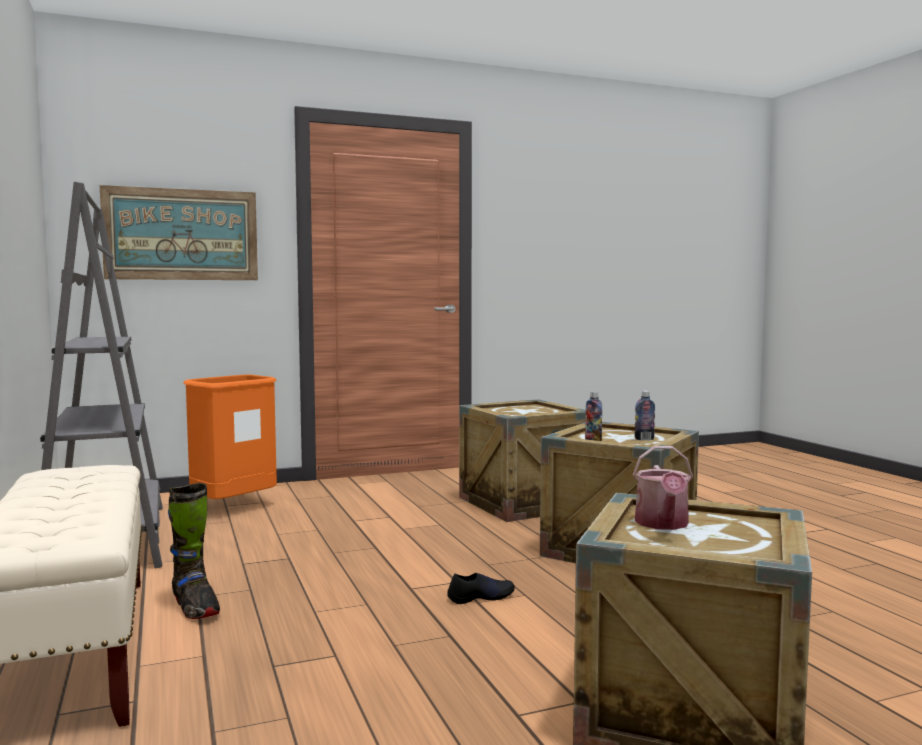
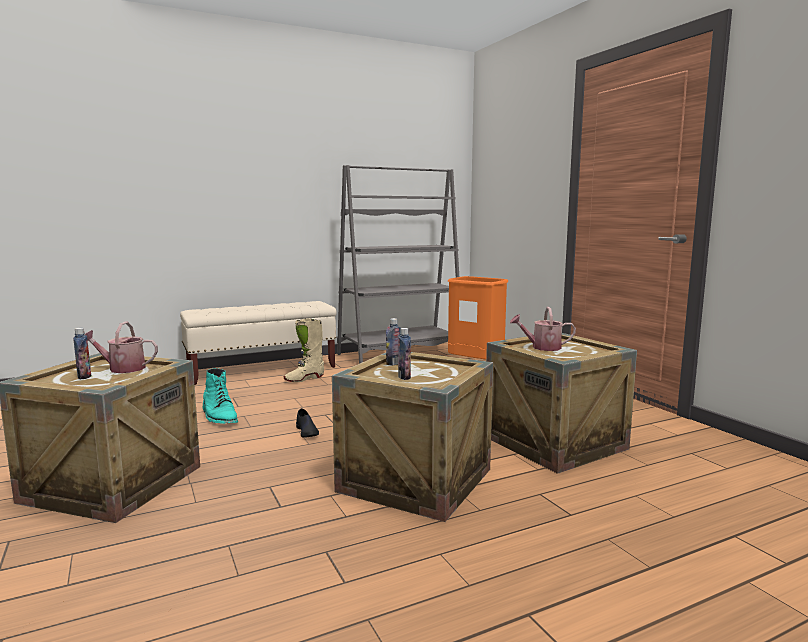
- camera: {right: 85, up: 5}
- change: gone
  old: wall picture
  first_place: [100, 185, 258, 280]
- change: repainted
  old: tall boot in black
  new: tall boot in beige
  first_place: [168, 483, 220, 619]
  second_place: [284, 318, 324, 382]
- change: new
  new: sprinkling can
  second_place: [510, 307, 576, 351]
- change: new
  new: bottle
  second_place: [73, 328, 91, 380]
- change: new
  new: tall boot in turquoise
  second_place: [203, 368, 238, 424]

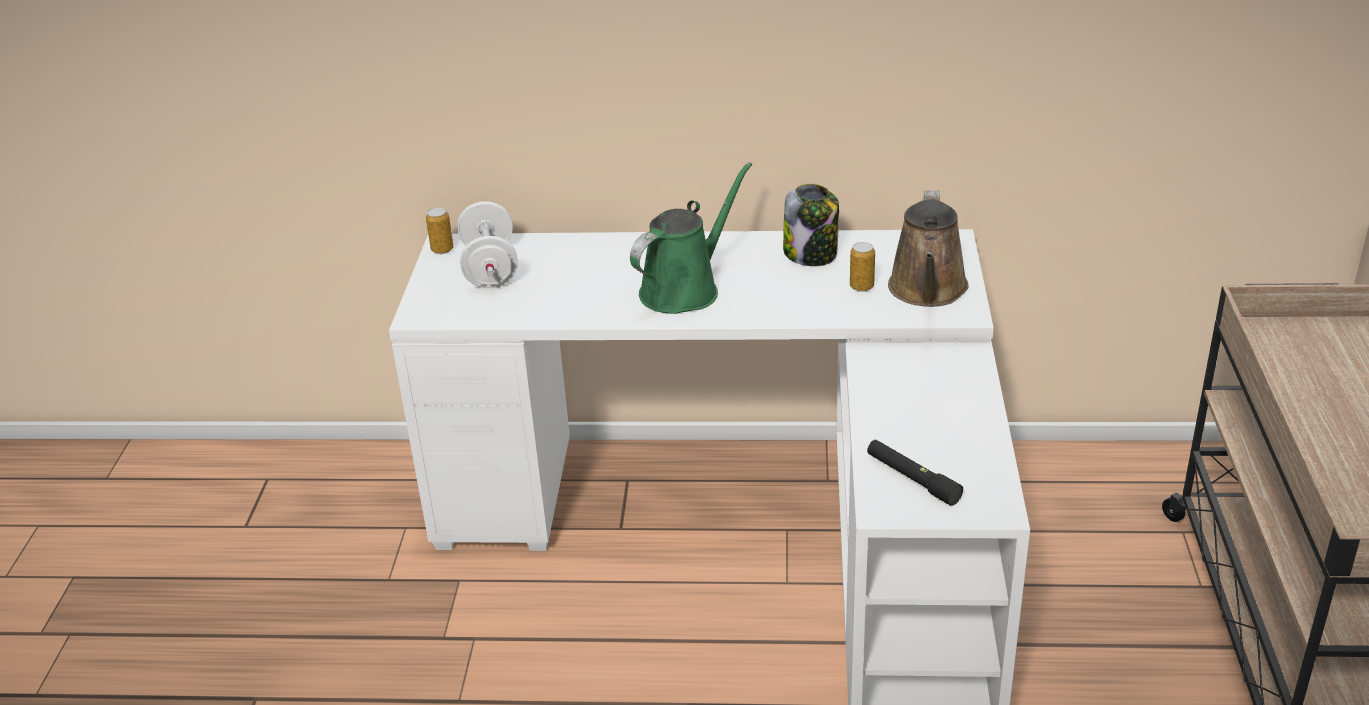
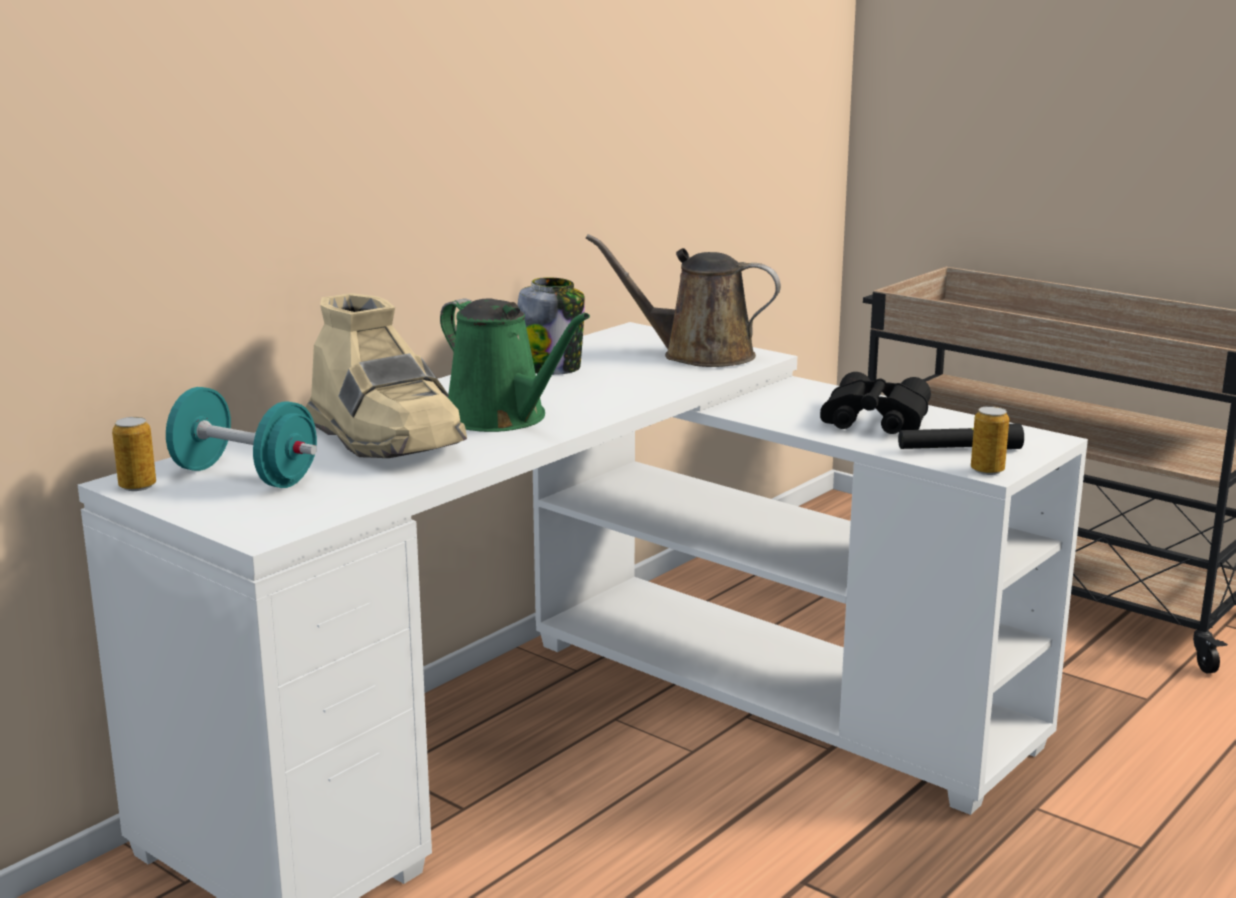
- camera: {right: -55, up: -15}
- change: rotated
  old: sprinkling can in green-coloured
  first_place: [630, 162, 752, 314]
  second_place: [440, 298, 590, 432]
  degrees: 150
- change: rotated
  old: sprinkling can in brownish
  first_place: [888, 190, 969, 307]
  second_place: [586, 234, 781, 367]
  degrees: 150
- change: repainted
  old: free weight in white-coloured
  new: free weight in turquoise
  first_place: [457, 201, 518, 288]
  second_place: [166, 387, 317, 488]
- change: shifted
  old: metal can
  first_place: [850, 242, 875, 292]
  second_place: [971, 406, 1009, 475]
- change: new
  new: tall boot in beige
  second_place: [306, 293, 467, 458]
- change: new
  new: pair of binoculars in black
  second_place: [820, 372, 931, 434]

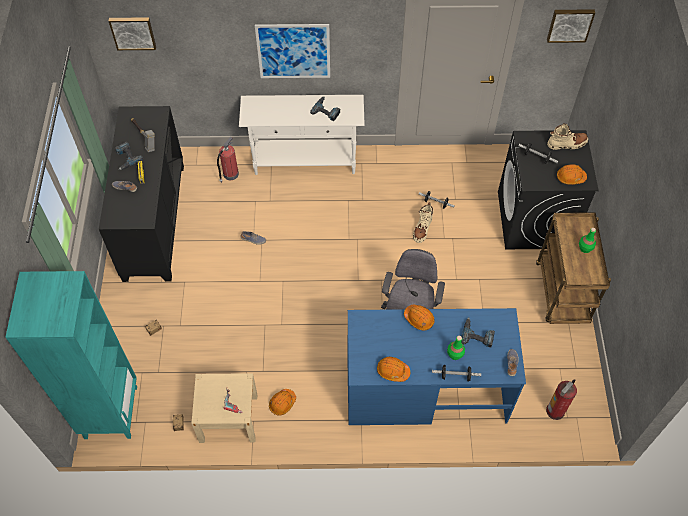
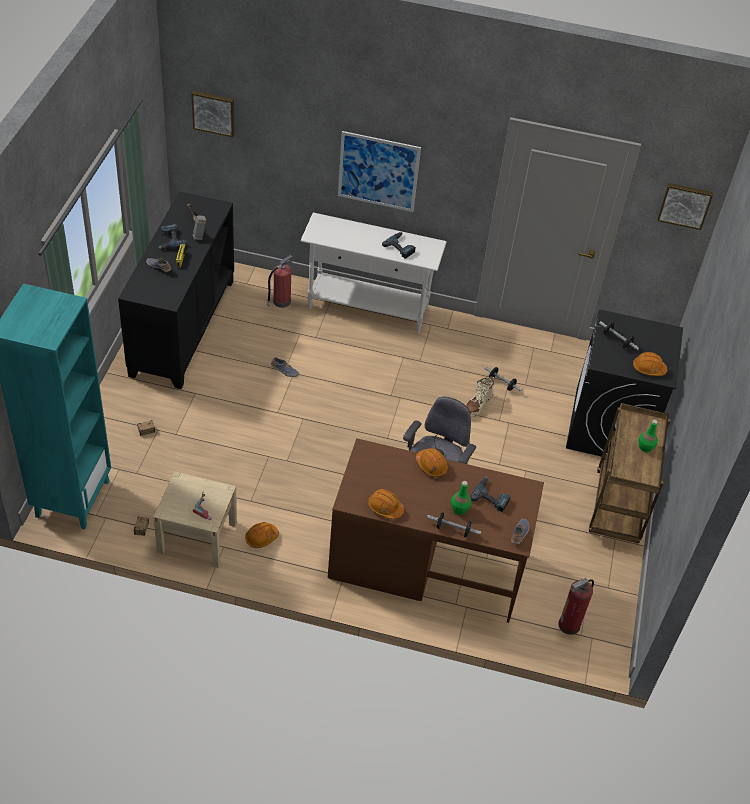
- camera: {right: 10, up: -10}
- change: gone
  old: tall boot in beige
  first_place: [547, 123, 588, 150]
- change: repainted
  old: desk in bluish
  new: desk in brownish
  first_place: [347, 308, 526, 425]
  second_place: [328, 438, 544, 623]

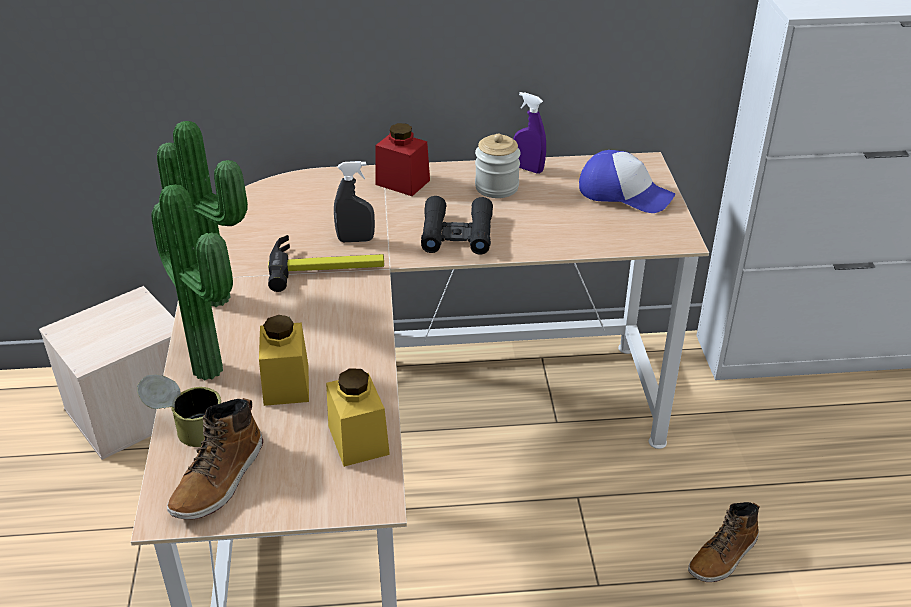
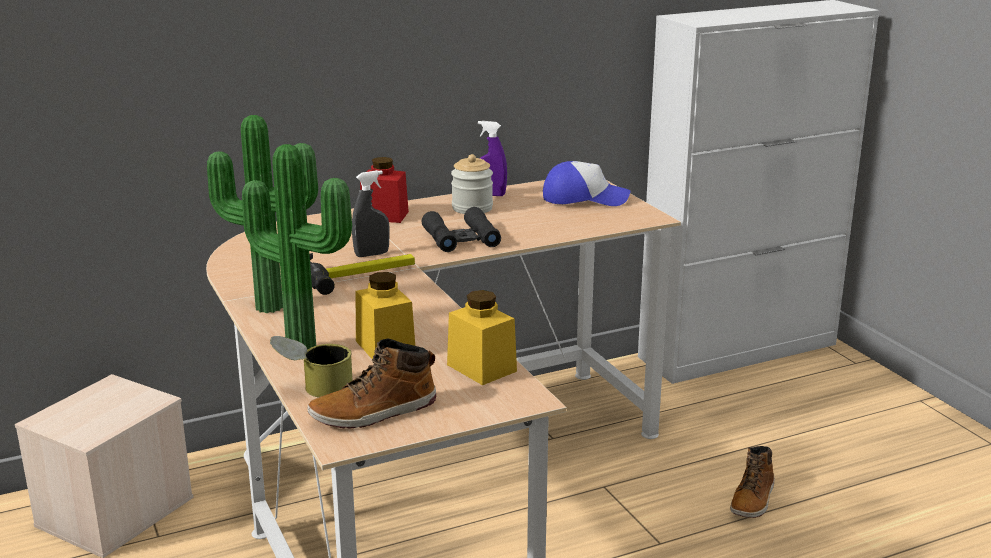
- camera: {right: -20, up: -15}
- change: rotated
  old: tall boot
  first_place: [167, 398, 263, 520]
  second_place: [307, 338, 436, 429]
  degrees: 60

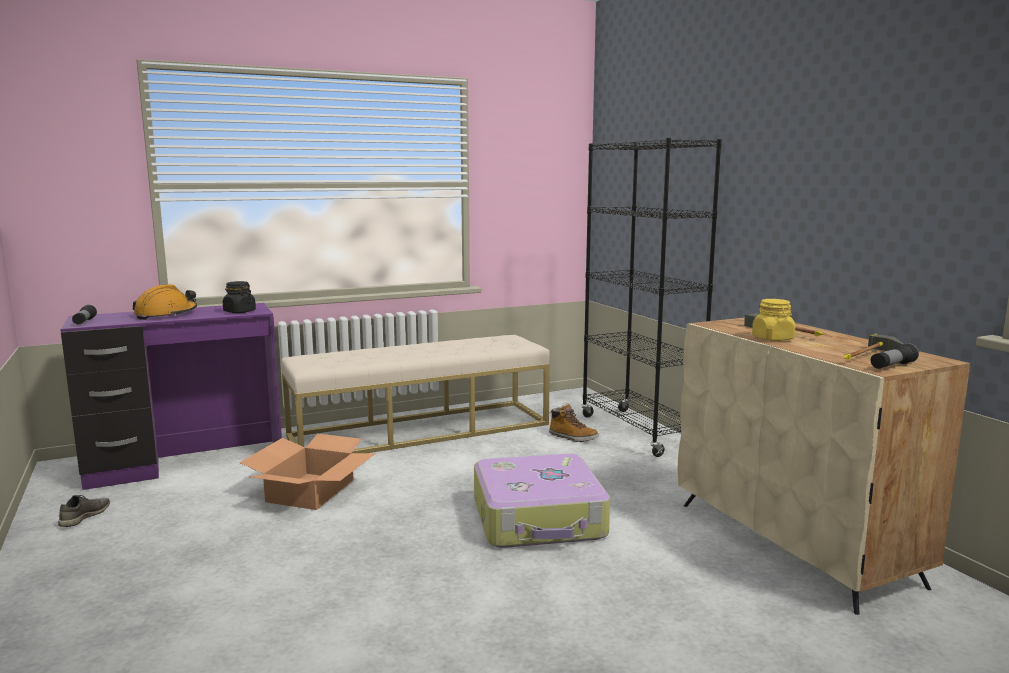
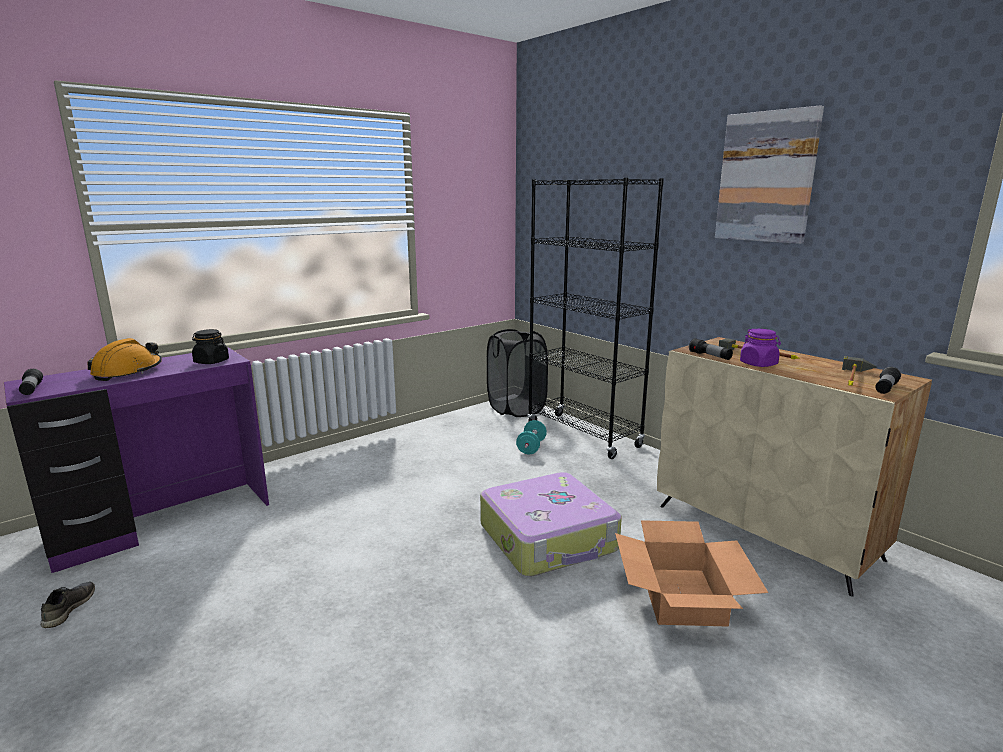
- camera: {right: -15, up: 5}
- change: repainted
  old: storage jar in yellow-coloured
  new: storage jar in purple
  first_place: [752, 299, 795, 341]
  second_place: [740, 329, 781, 367]
- change: gone
  old: indoor bench in beige
  first_place: [281, 335, 550, 453]
- change: swapped
  old: tall boot
  new: free weight in turquoise
  first_place: [549, 403, 599, 442]
  second_place: [516, 420, 547, 454]
- change: shifted
  old: cardboard box
  first_place: [239, 434, 376, 510]
  second_place: [615, 520, 769, 626]
- change: new
  new: wall picture
  second_place: [715, 105, 824, 244]
- change: new
  new: hamper in black
  second_place: [487, 329, 548, 417]
- change: new
  new: flashlight
  second_place: [689, 338, 733, 360]

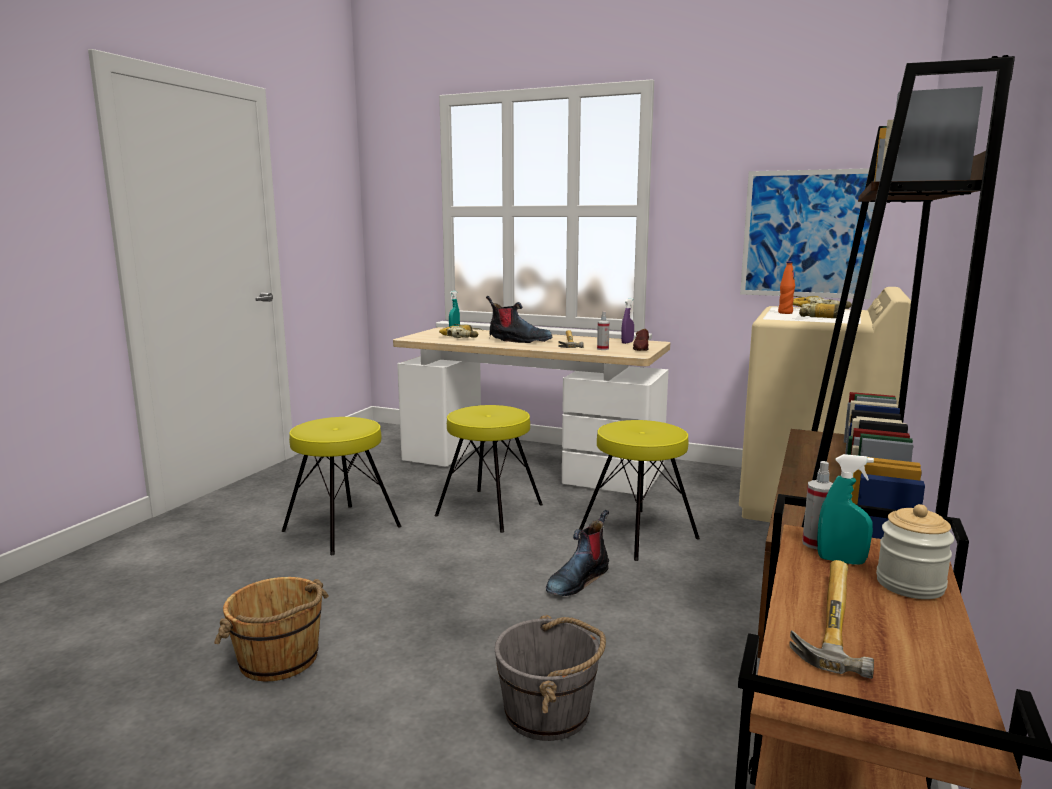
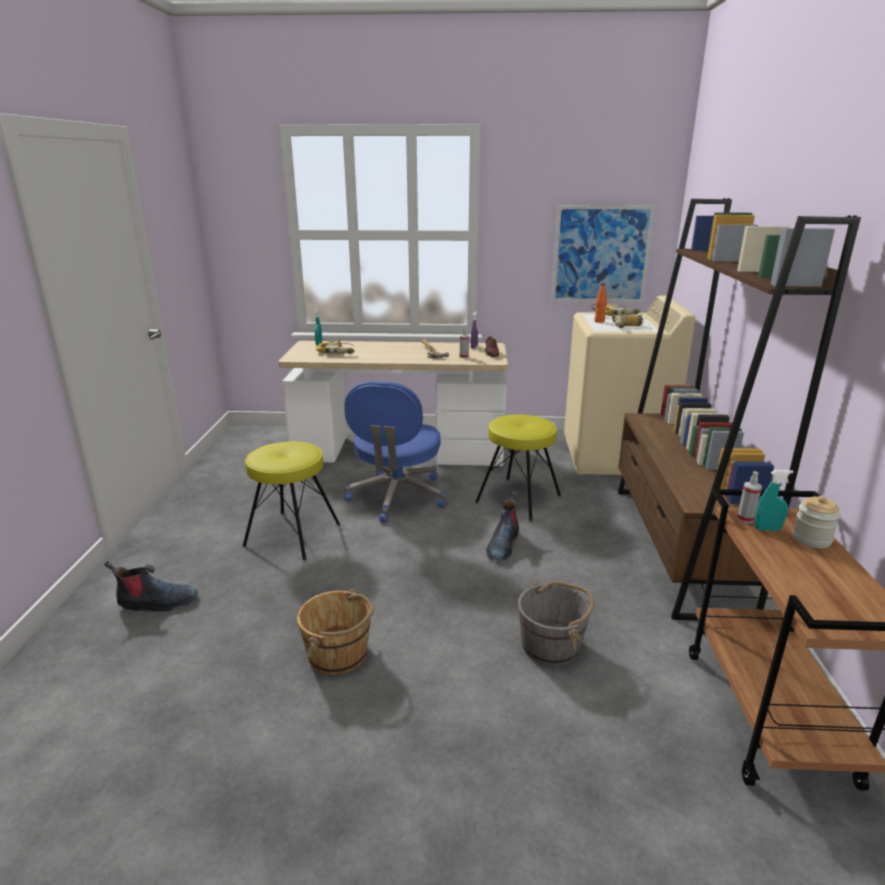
- camera: {right: -20, up: 10}
- change: shifted
  old: tall boot
  first_place: [486, 296, 552, 343]
  second_place: [104, 561, 198, 612]
- change: swapped
  old: stool seat in yellow-coloured
  new: office chair in bluish
  first_place: [435, 405, 543, 533]
  second_place: [344, 381, 447, 523]
- change: gone
  old: hammer
  first_place: [789, 560, 874, 679]

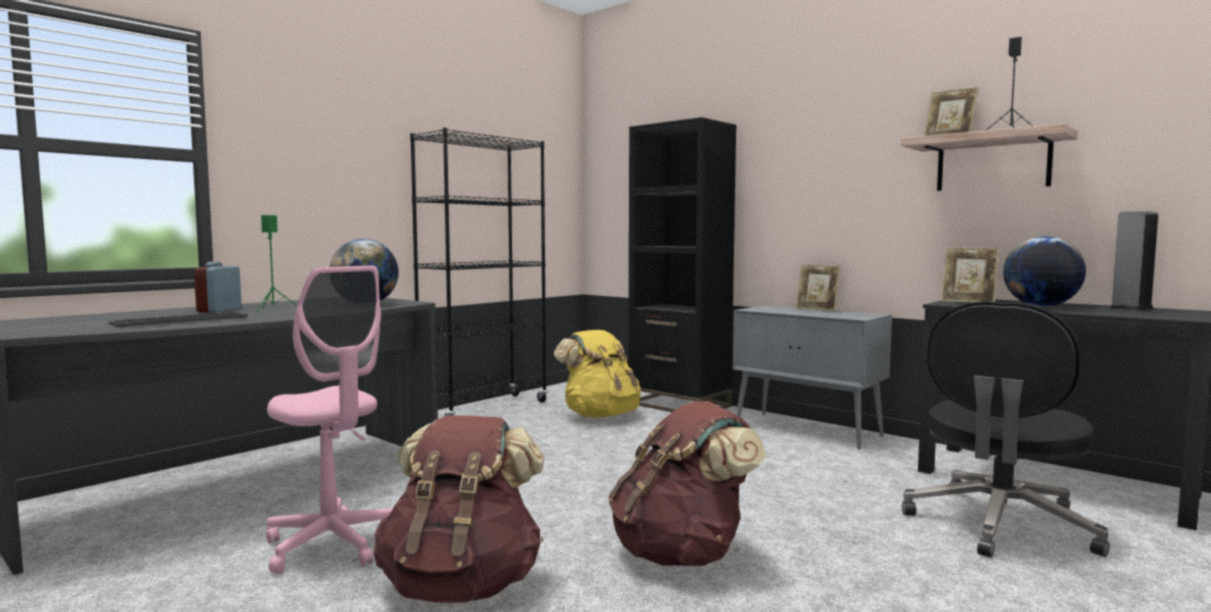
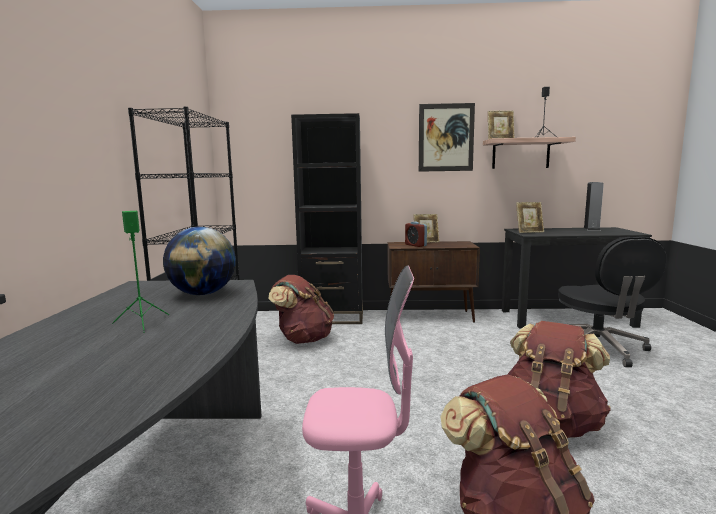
- camera: {right: -40, up: 5}
- change: gone
  old: globe
  first_place: [1003, 236, 1086, 307]
- change: shifted
  old: bedside clock
  first_place: [194, 262, 241, 313]
  second_place: [405, 222, 427, 247]
- change: repainted
  old: storage cabinet in gray
  new: storage cabinet in brownish
  first_place: [733, 305, 892, 450]
  second_place: [388, 241, 480, 323]
- change: gone
  old: computer keyboard
  first_place: [108, 312, 248, 328]
- change: repainted
  old: knapsack in yellow-coloured
  new: knapsack in brownish
  first_place: [554, 330, 641, 418]
  second_place: [268, 275, 334, 344]
- change: new
  new: wall picture
  second_place: [419, 103, 475, 172]

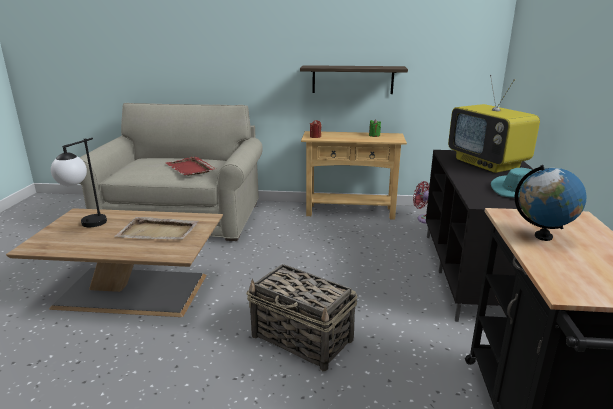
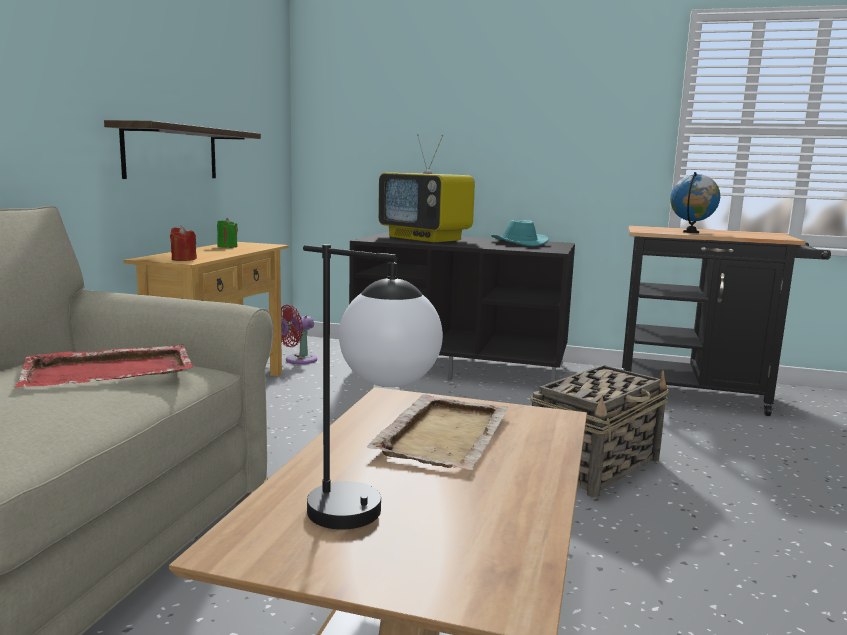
- camera: {right: -80, up: -10}
- change: rotated
  old: TV
  first_place: [448, 75, 540, 173]
  second_place: [378, 134, 475, 242]
  degrees: 60

